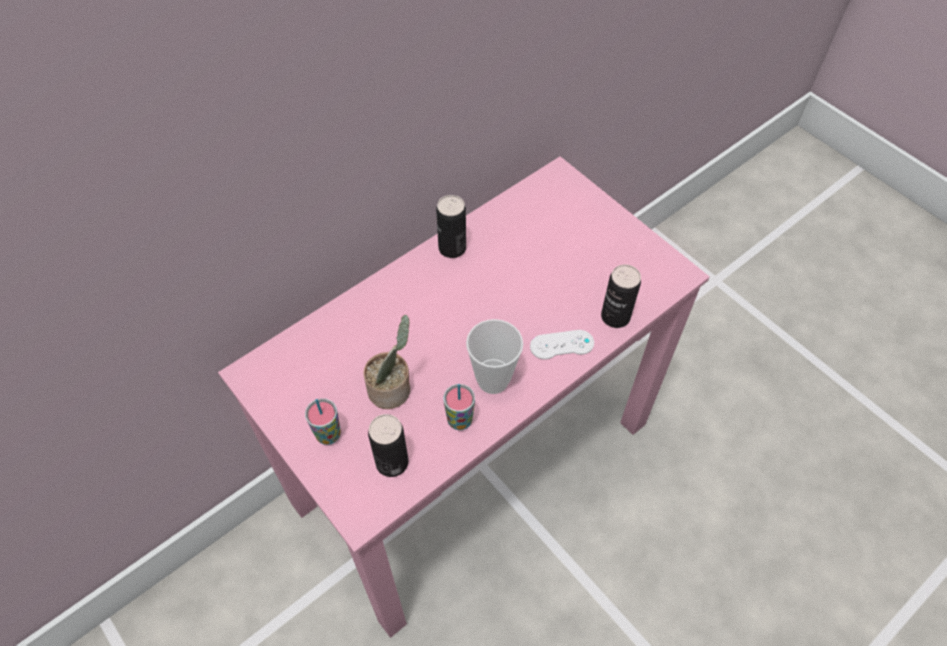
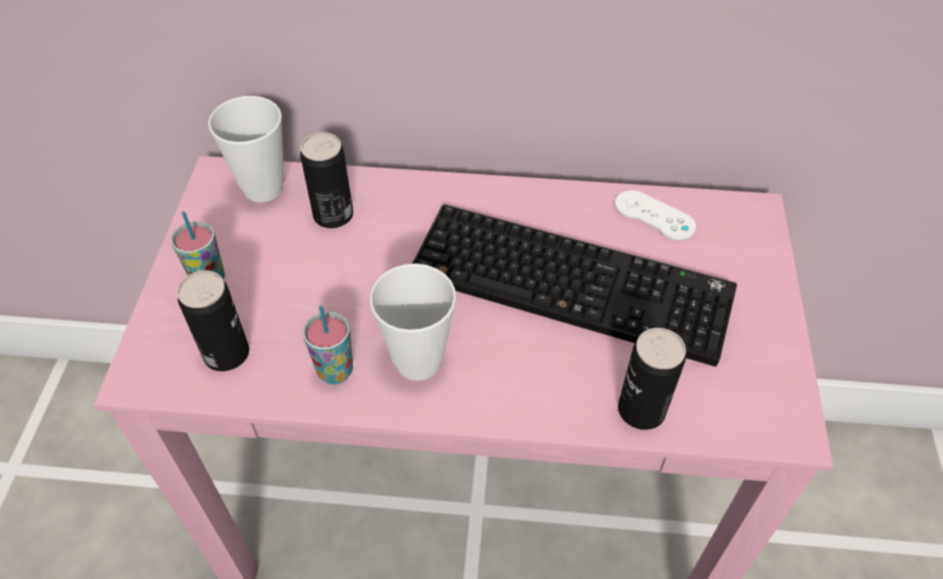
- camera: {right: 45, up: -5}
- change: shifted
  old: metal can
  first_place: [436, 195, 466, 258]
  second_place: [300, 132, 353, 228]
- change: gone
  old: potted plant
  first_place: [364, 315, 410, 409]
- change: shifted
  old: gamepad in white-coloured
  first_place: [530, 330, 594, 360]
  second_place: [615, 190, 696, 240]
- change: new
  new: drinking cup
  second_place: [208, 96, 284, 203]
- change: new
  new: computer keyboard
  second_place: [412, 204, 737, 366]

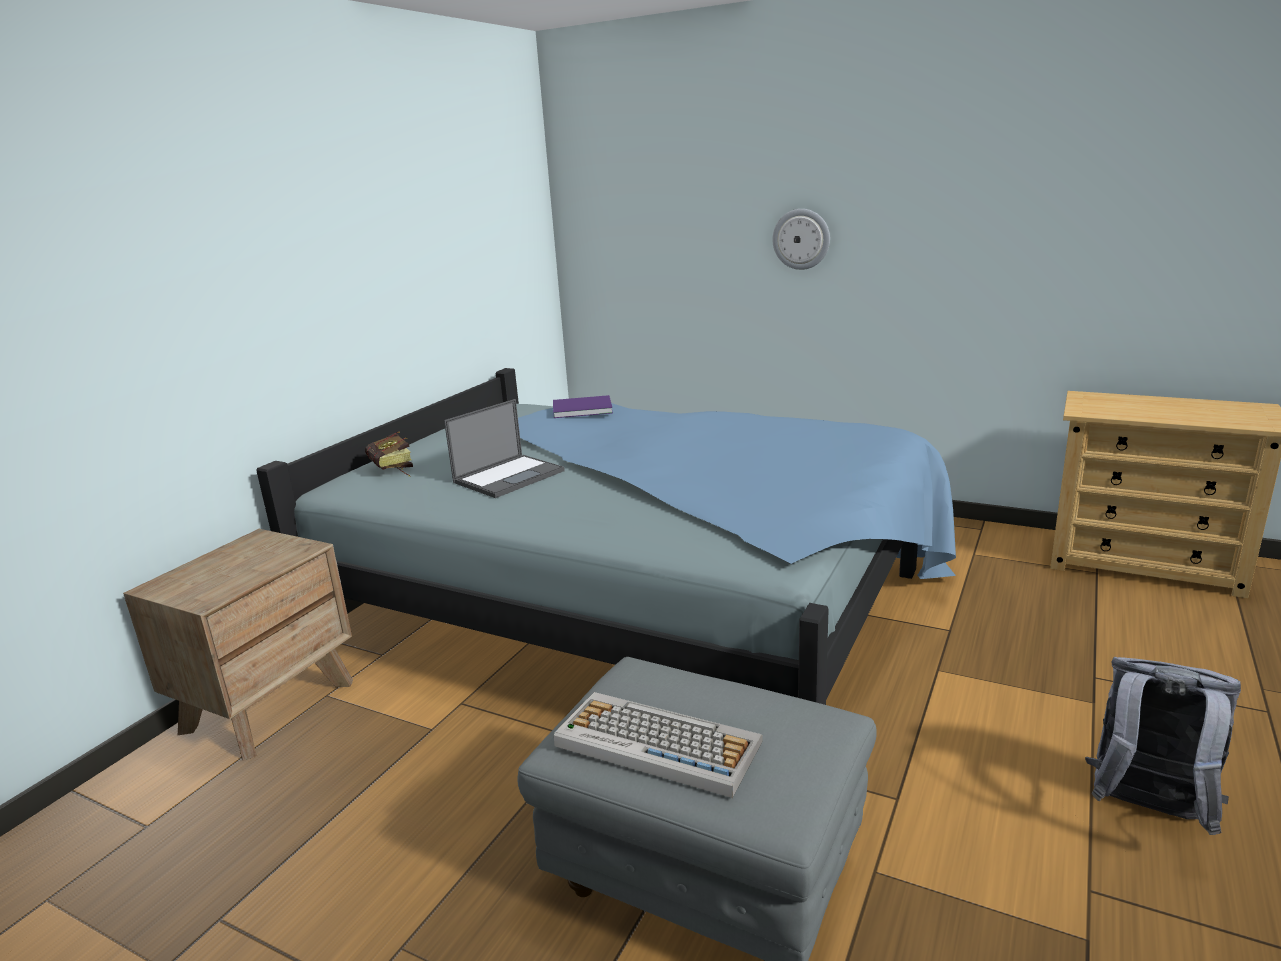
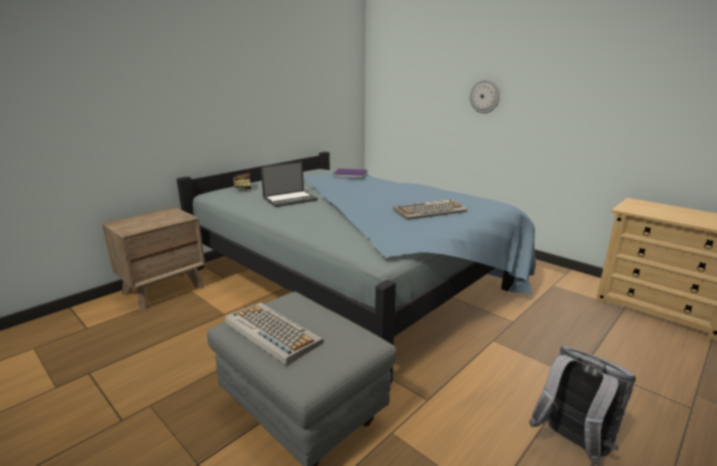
- camera: {right: 15, up: 0}
- change: new
  new: computer keyboard
  second_place: [393, 199, 467, 220]

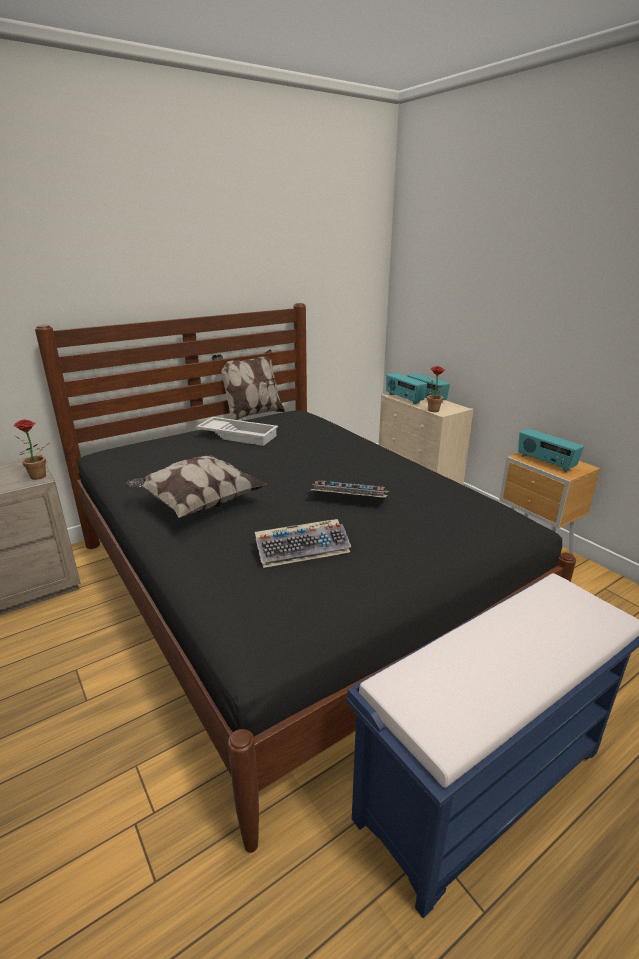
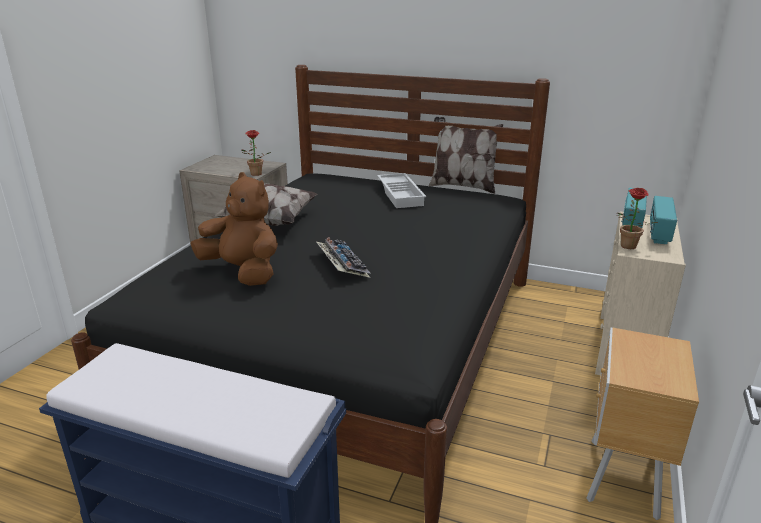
- camera: {right: 55, up: 0}
- change: gone
  old: radio set
  first_place: [518, 429, 584, 472]
- change: swapped
  old: computer keyboard
  new: plush toy in brownish
  first_place: [255, 519, 351, 568]
  second_place: [190, 172, 278, 286]

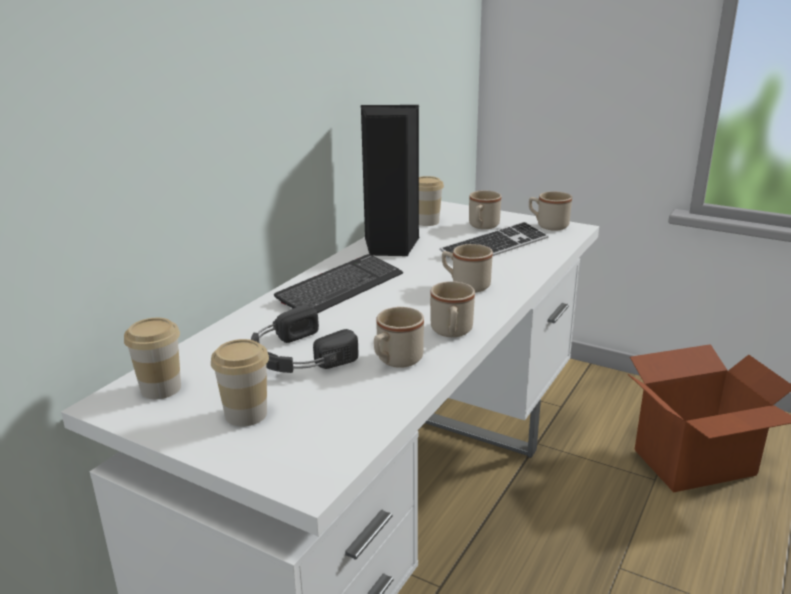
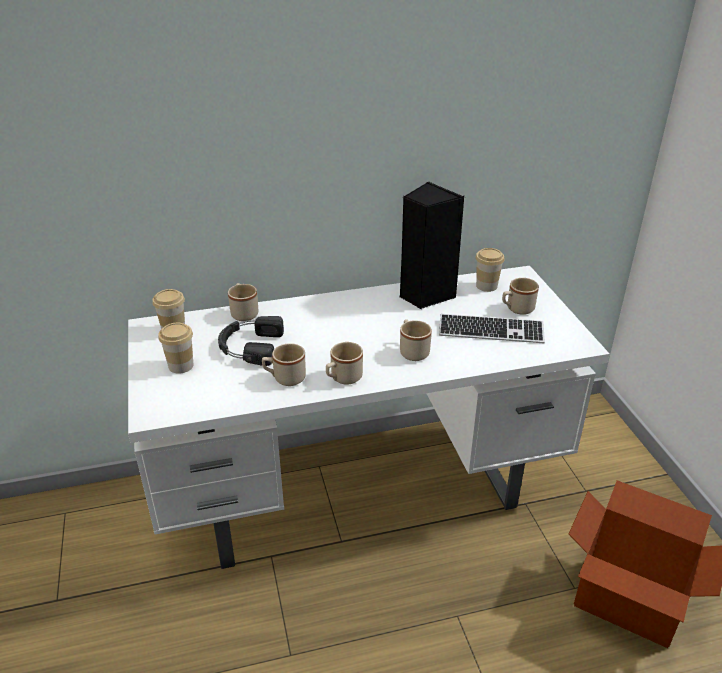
- camera: {right: 45, up: 10}
- change: shifted
  old: tea mug in beige
  first_place: [529, 191, 572, 230]
  second_place: [228, 283, 258, 321]
- change: gone
  old: computer keyboard
  first_place: [274, 254, 403, 313]

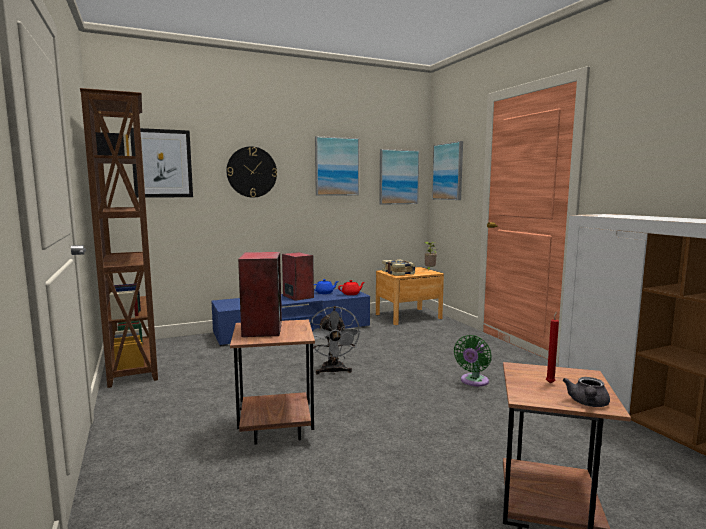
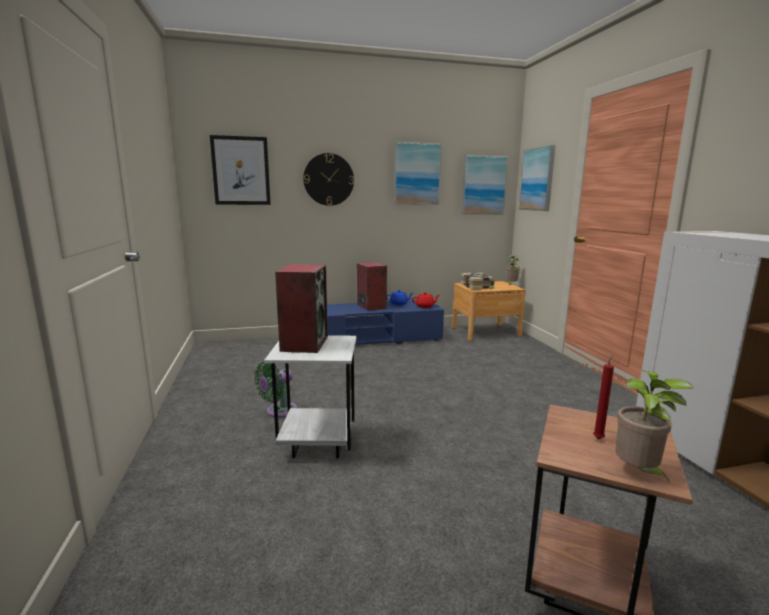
- camera: {right: 10, up: 5}
- change: gone
  old: bookshelf in brownish
  first_place: [80, 88, 158, 388]
- change: gone
  old: cooling fan in gray
  first_place: [310, 306, 361, 375]
- change: repainted
  old: side table in brownish
  new: side table in white-coloured
  first_place: [230, 319, 315, 444]
  second_place: [264, 335, 357, 458]
- change: shifted
  old: cooling fan in green-coloured
  first_place: [454, 335, 491, 386]
  second_place: [254, 362, 297, 418]
- change: swapped
  old: teapot in gray
  new: potted plant
  first_place: [563, 377, 610, 407]
  second_place: [615, 371, 694, 483]

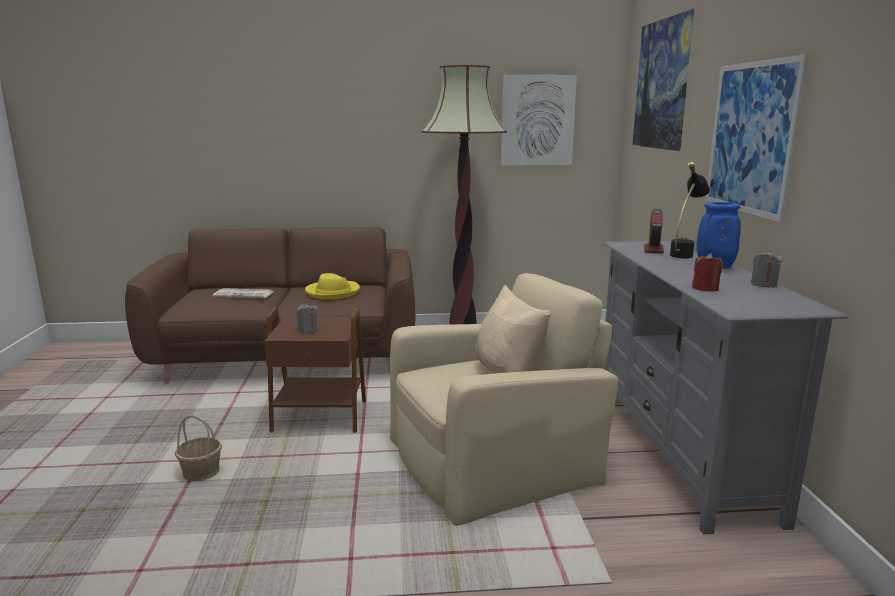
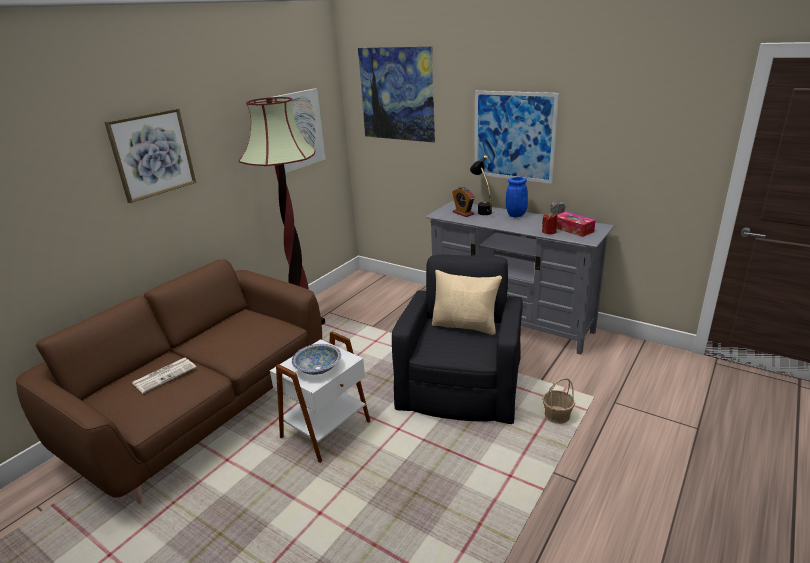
- camera: {right: -50, up: 10}
- change: gone
  old: hat in yellow-coloured
  first_place: [305, 273, 360, 299]
- change: repainted
  old: armchair in beige
  new: armchair in black
  first_place: [390, 273, 618, 526]
  second_place: [392, 255, 523, 424]
- change: swapped
  old: wax light in gray
  new: serving bowl
  first_place: [296, 303, 318, 333]
  second_place: [292, 344, 341, 375]
- change: repainted
  old: side table in brownish
  new: side table in white-coloured
  first_place: [265, 307, 366, 433]
  second_place: [270, 332, 370, 463]
- change: shifted
  old: storage basket
  first_place: [175, 415, 222, 482]
  second_place: [542, 378, 575, 424]
- change: new
  new: wall picture
  second_place: [104, 108, 196, 203]
- change: new
  new: tissue holder
  second_place: [557, 212, 596, 237]

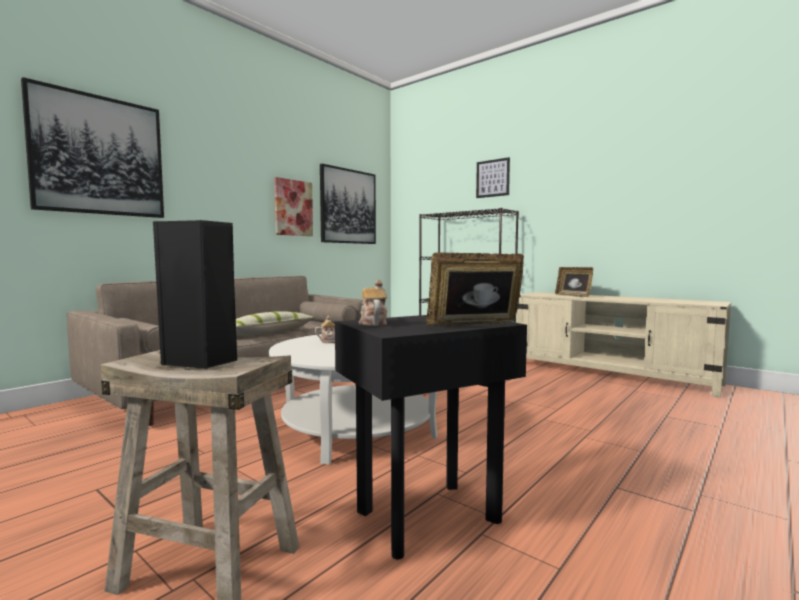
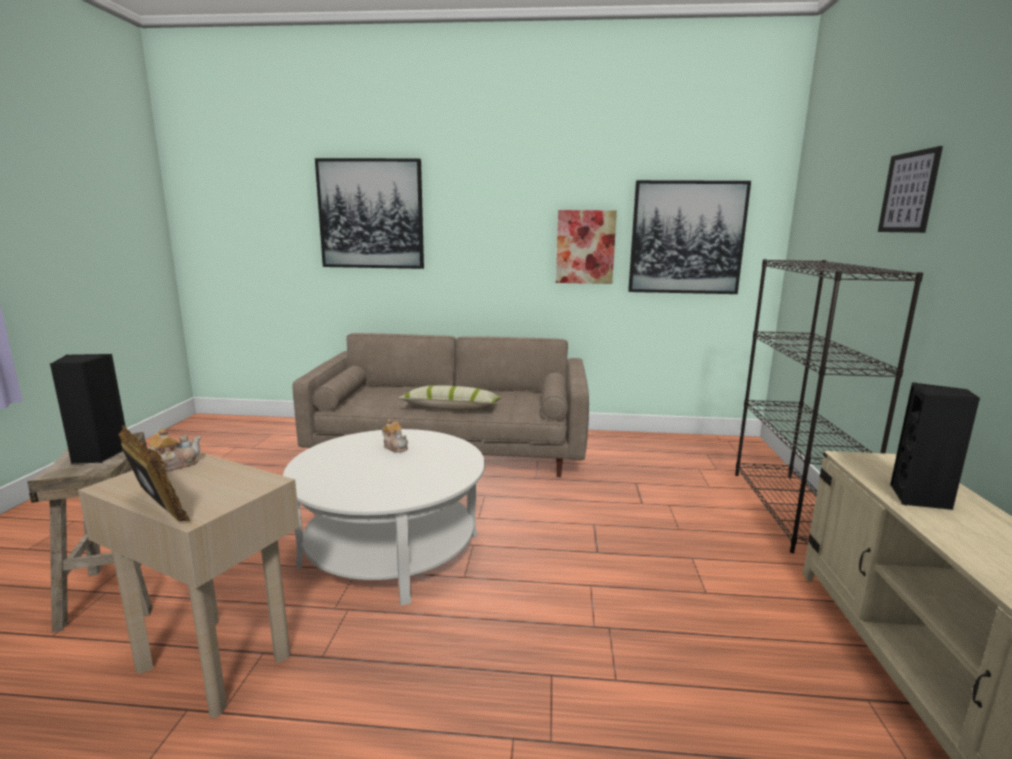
- camera: {right: 55, up: 10}
- change: swapped
  old: photo frame
  new: audio speaker in black
  first_place: [555, 267, 593, 297]
  second_place: [890, 382, 980, 510]
- change: repainted
  old: side table in black
  new: side table in beige
  first_place: [335, 315, 527, 559]
  second_place: [78, 452, 300, 718]

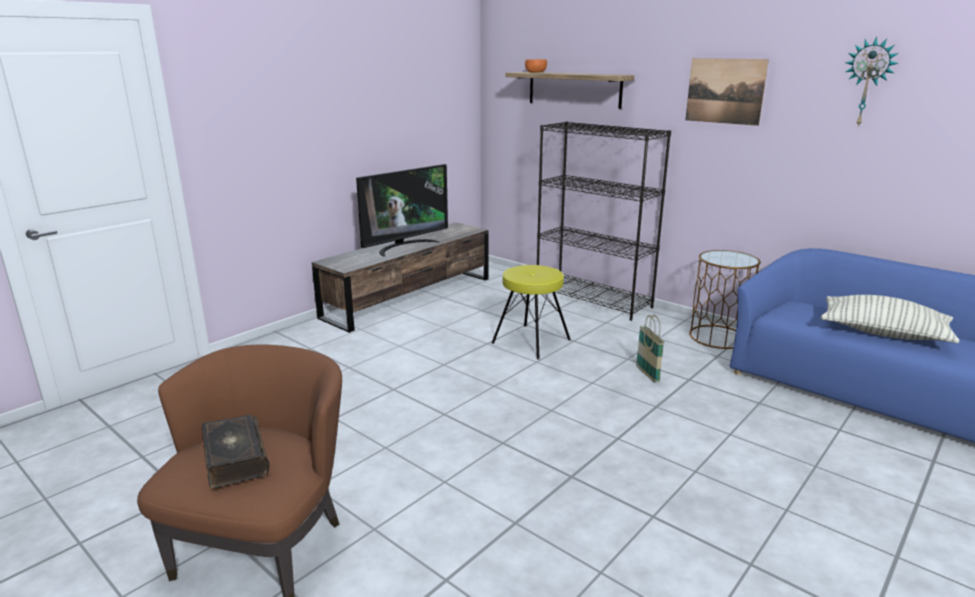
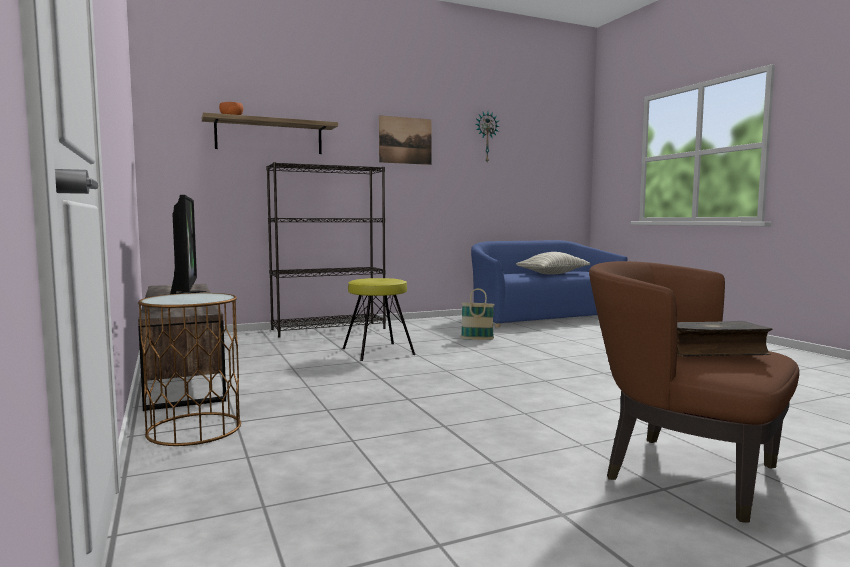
- camera: {right: -65, up: -15}
- change: shifted
  old: side table in brownish
  first_place: [689, 250, 761, 349]
  second_place: [138, 293, 241, 446]

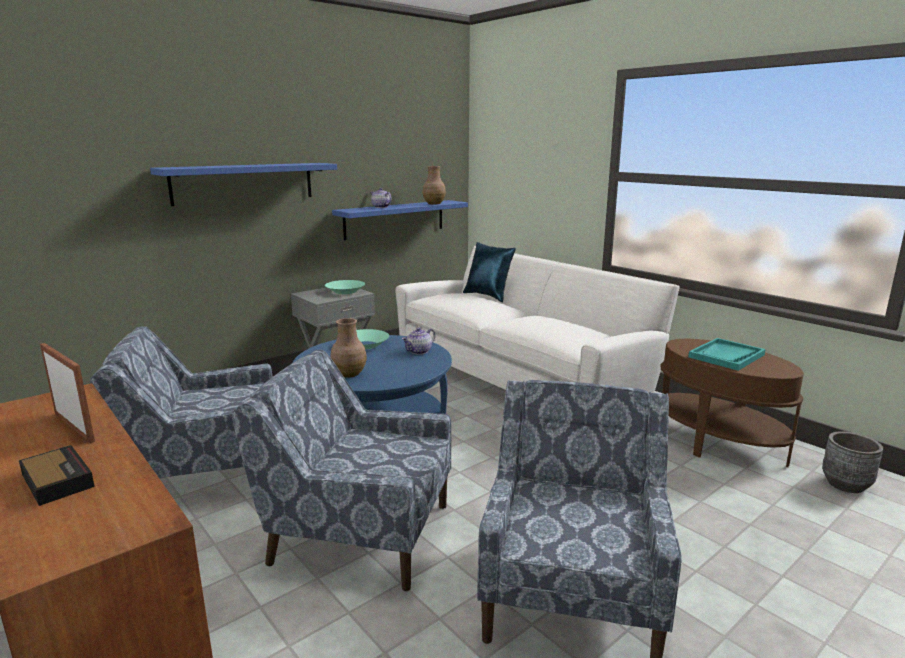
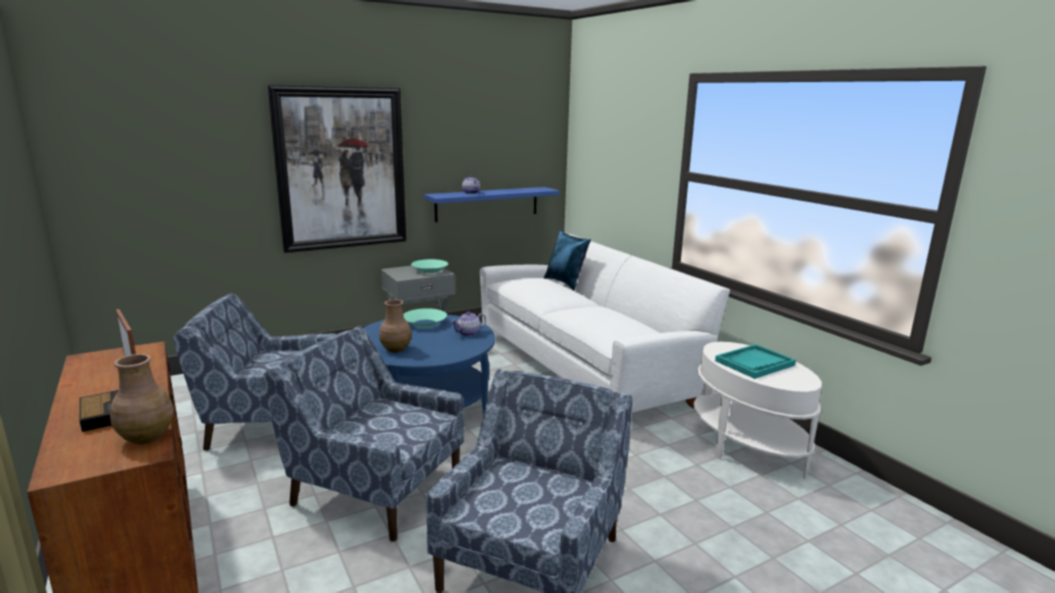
- camera: {right: 10, up: 0}
- change: swapped
  old: bracket shelf in bluish
  new: wall picture
  first_place: [150, 163, 337, 206]
  second_place: [267, 85, 406, 253]
- change: shifted
  old: vase in brownish
  first_place: [422, 166, 446, 204]
  second_place: [110, 354, 174, 444]
- change: repainted
  old: side table in brownish
  new: side table in white-coloured
  first_place: [660, 338, 804, 467]
  second_place: [693, 342, 822, 479]
- change: gone
  old: flower pot in gray
  first_place: [822, 431, 883, 493]

